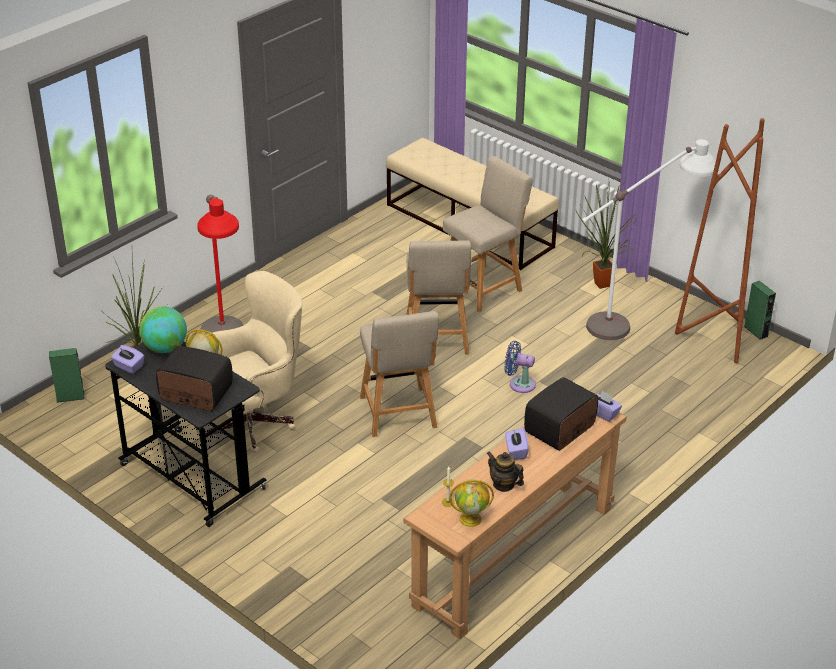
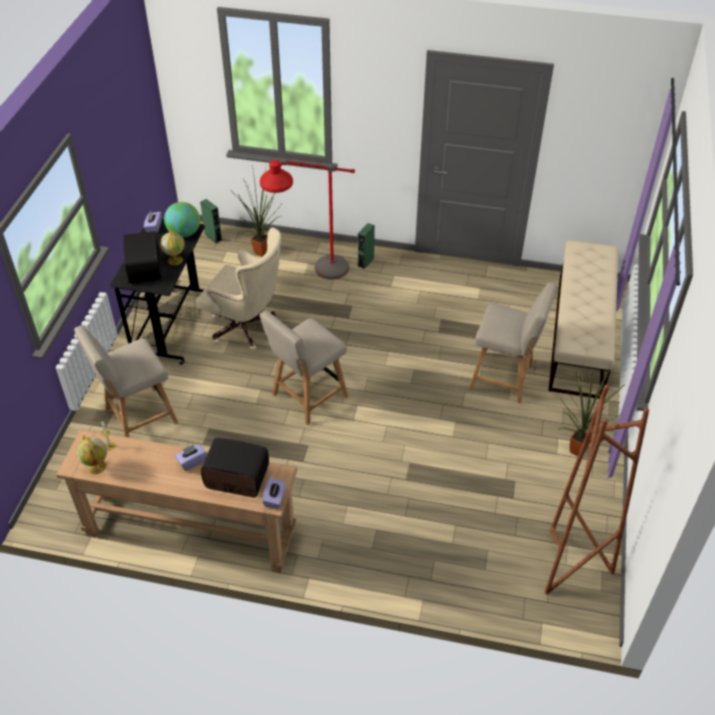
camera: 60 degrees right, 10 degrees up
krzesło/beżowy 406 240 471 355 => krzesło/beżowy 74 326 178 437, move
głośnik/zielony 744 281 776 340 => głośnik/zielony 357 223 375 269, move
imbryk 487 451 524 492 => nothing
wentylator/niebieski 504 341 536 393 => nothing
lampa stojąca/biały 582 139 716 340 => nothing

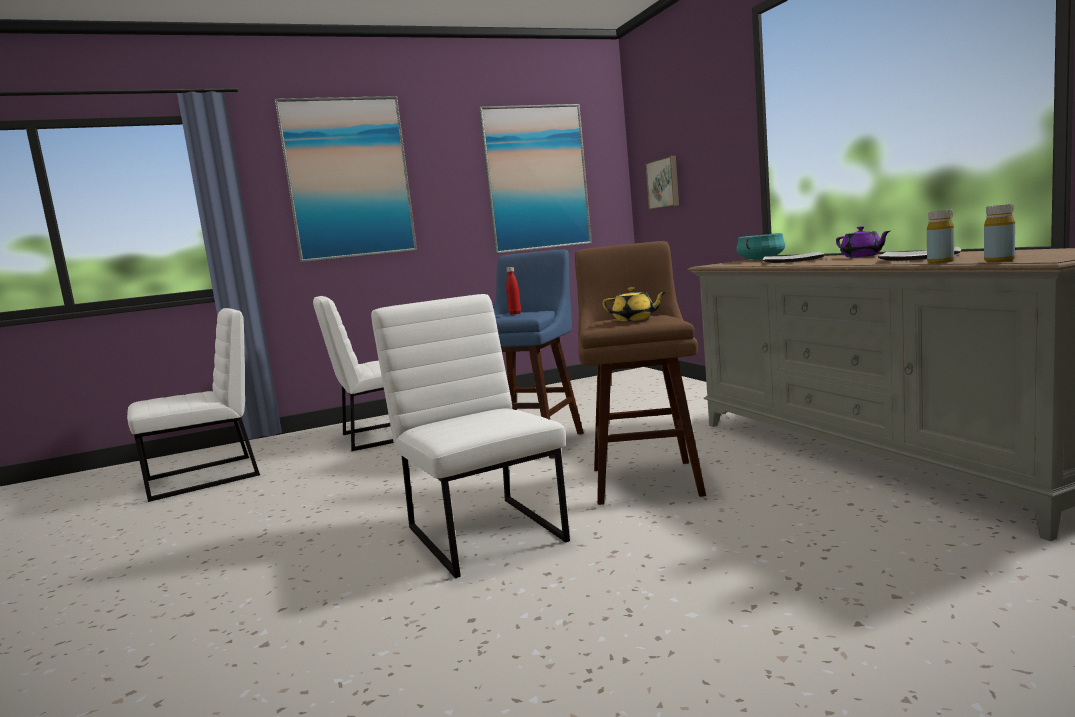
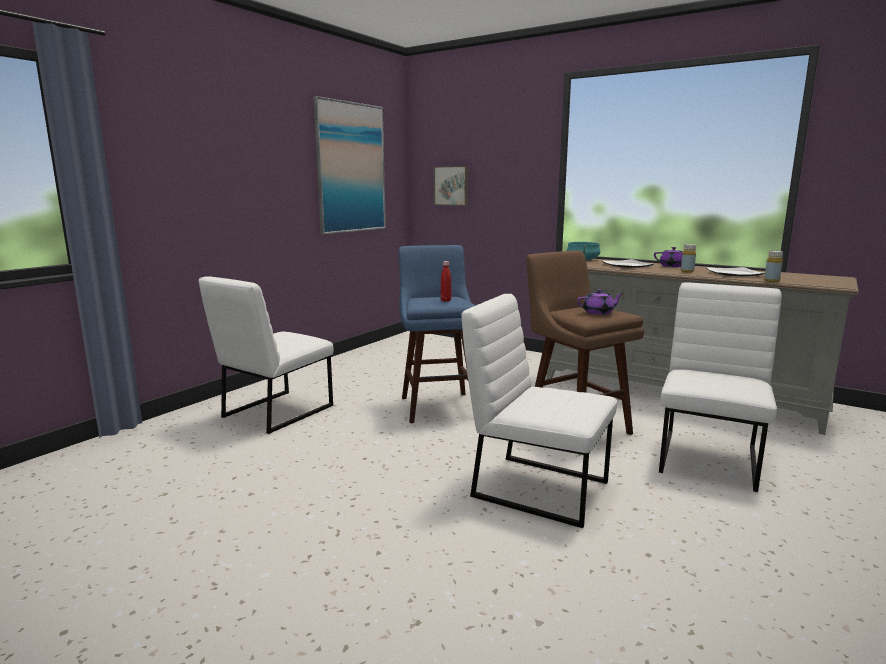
camera: 35 degrees left, 5 degrees up
imbryk/żółty 602 287 666 321 => imbryk/fioletowy 577 289 624 315
krzesło/biały 127 308 260 502 => krzesło/biały 659 282 782 492, move
butelka/żółty 984 204 1015 262 => butelka/żółty 681 244 696 272, move
obraz 275 96 417 262 => nothing

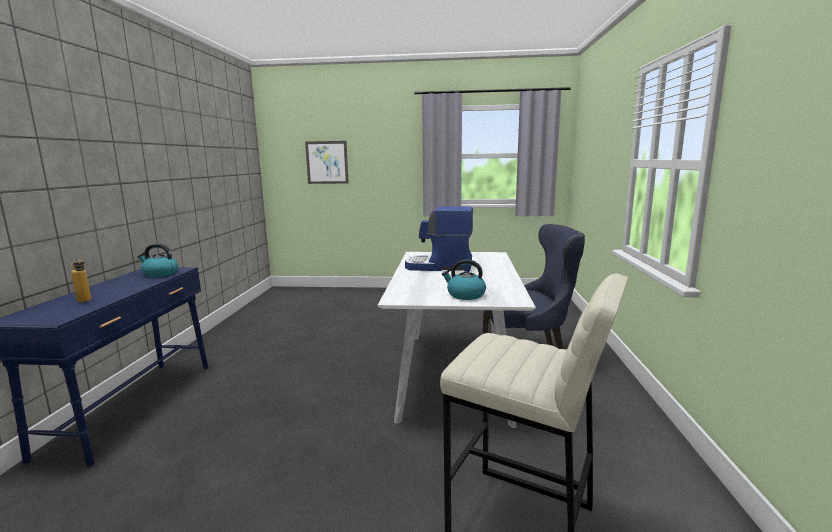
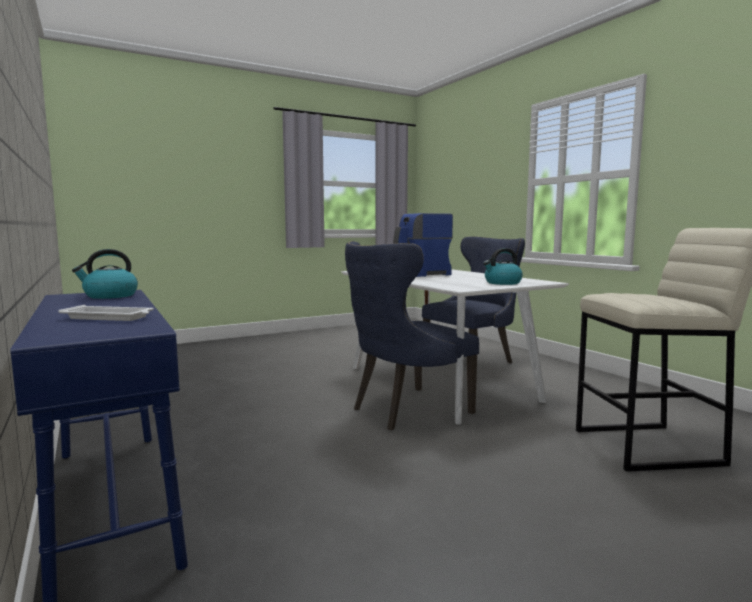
camera: 35 degrees left, 5 degrees down
butelka 71 256 91 302 => taca/biały 58 305 154 321
nothing => krzesło/niebieski 345 241 479 430
obraz 305 141 349 184 => nothing

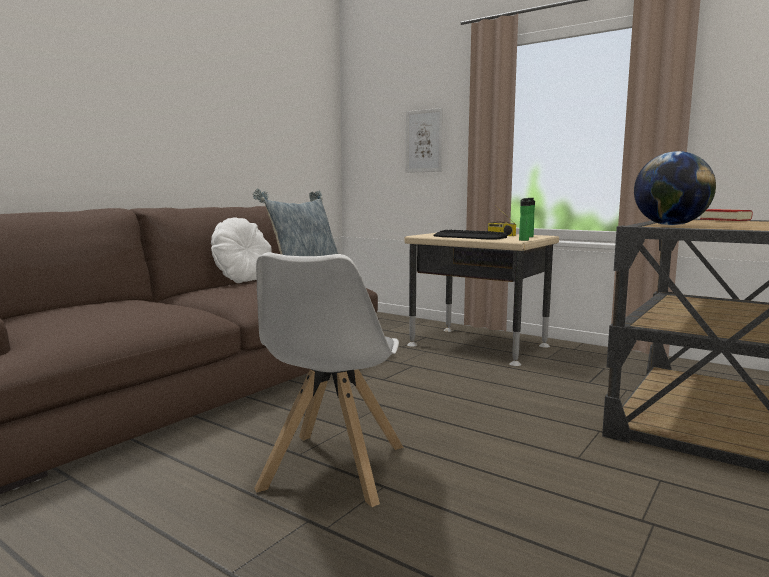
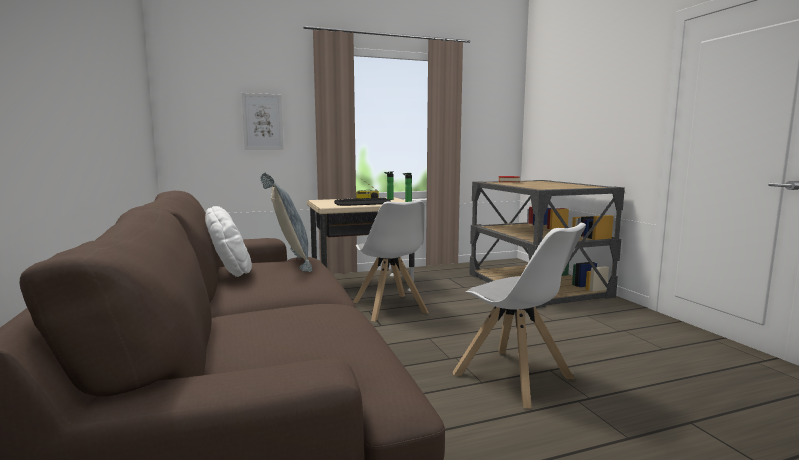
camera: 55 degrees left, 0 degrees up
nothing => krzesło 353 200 428 321
globus 634 151 716 225 => nothing

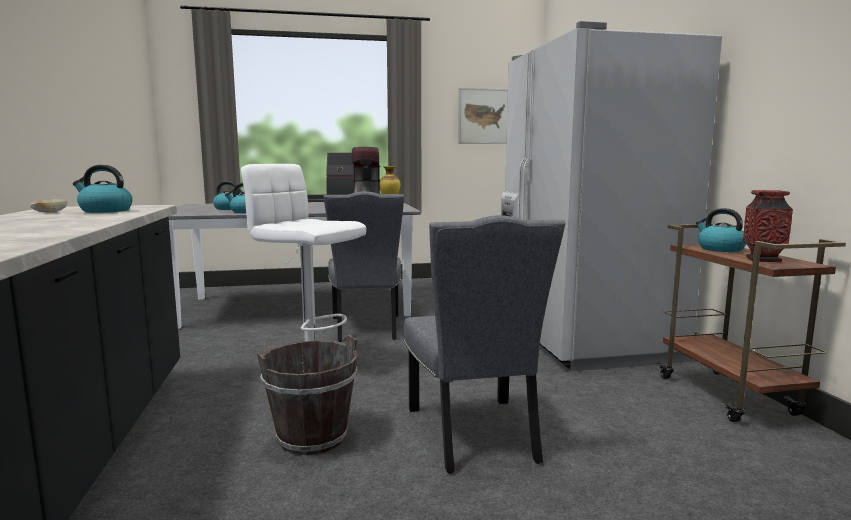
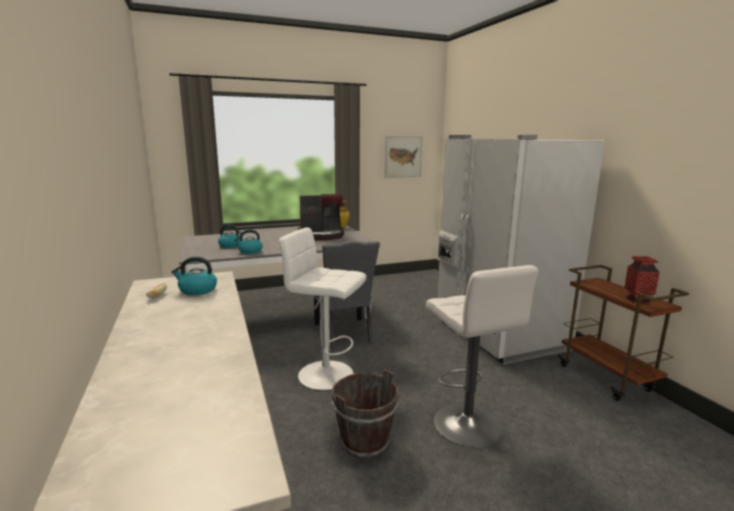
camera: 10 degrees left, 5 degrees up
krzesło/szary 404 215 566 474 => stołek/biały 426 265 539 447
czajnik 696 208 746 252 => nothing

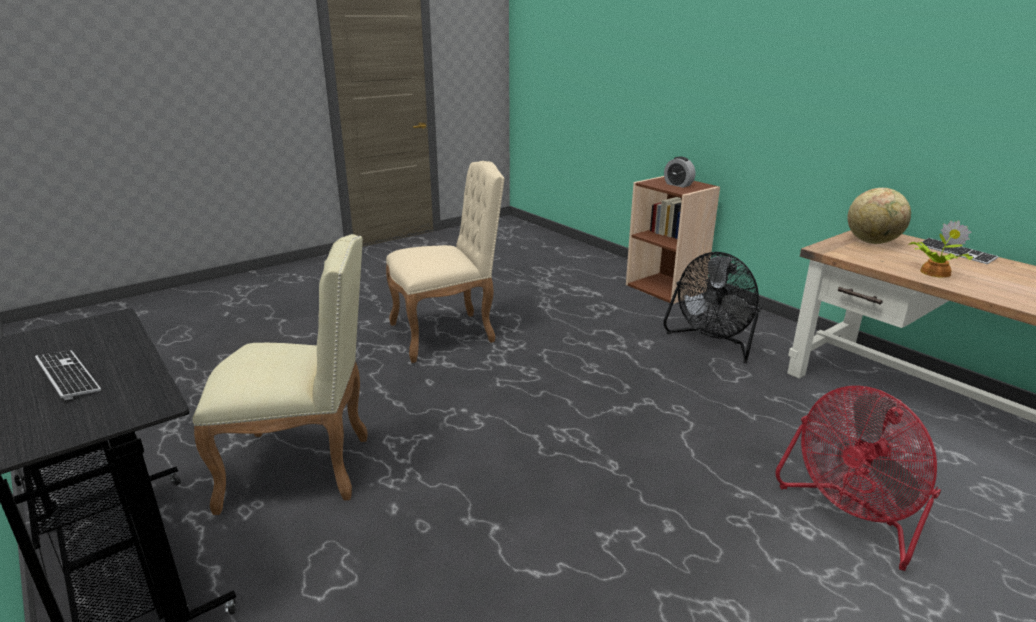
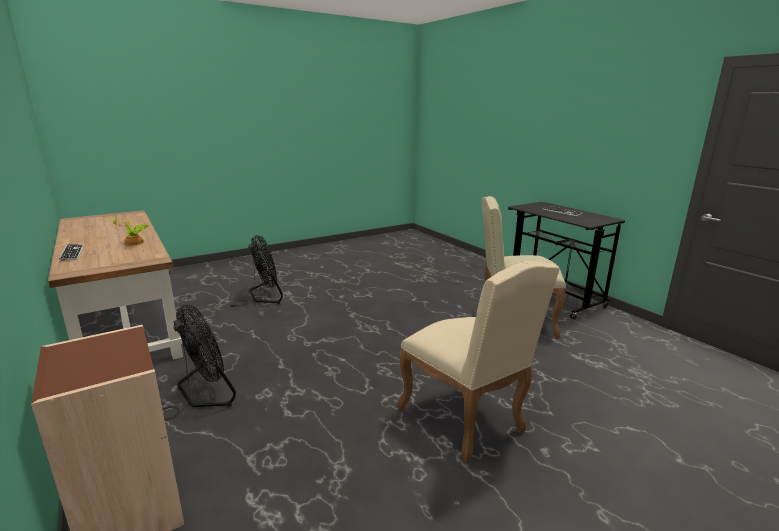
camera: 175 degrees left, 5 degrees down
wentylator/czerwony 775 386 941 571 => wentylator/czarny 229 235 283 307
krzesło/beżowy 386 161 504 363 => krzesło/beżowy 397 261 560 462, 105 degrees counterclockwise
budzik 664 156 695 188 => nothing
globus 847 188 911 244 => nothing

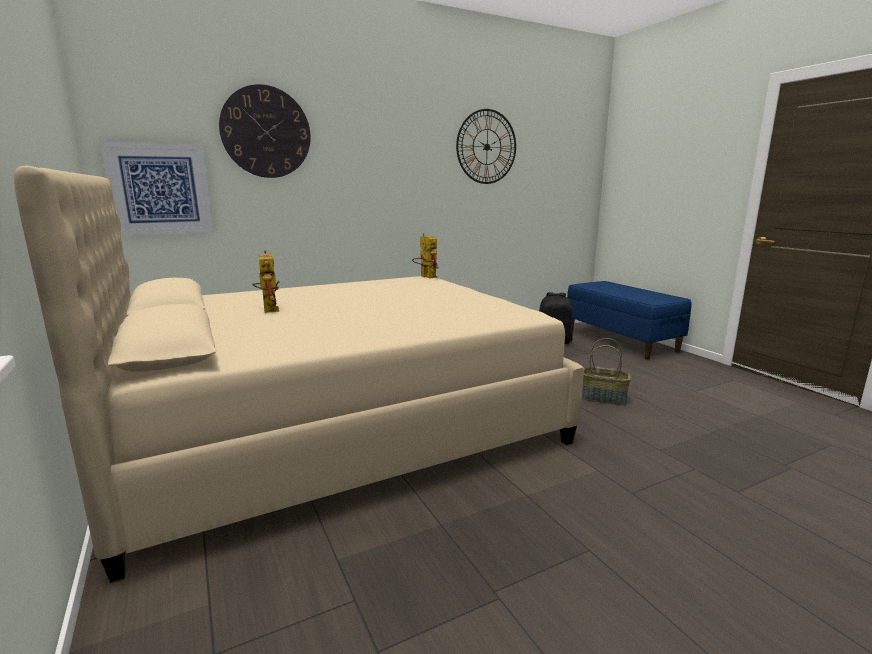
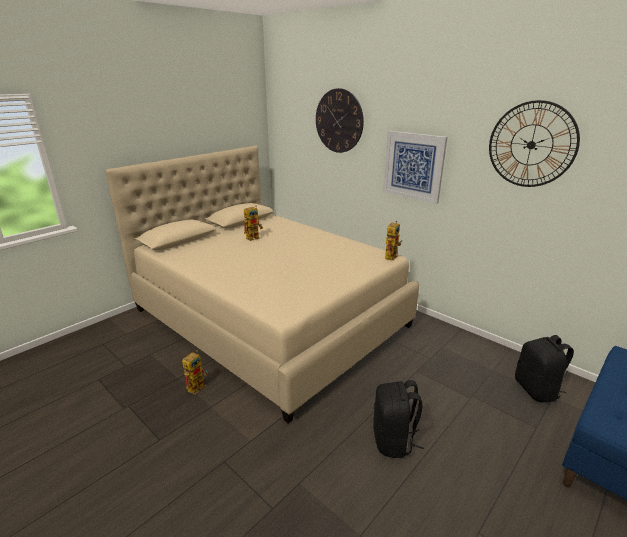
camera: 70 degrees right, 10 degrees up
nothing => robot zabawkowy 182 350 208 395
koszyk 582 338 631 405 => plecak/czarny 373 380 424 458
obraz 100 141 213 235 => obraz 383 131 447 204, move

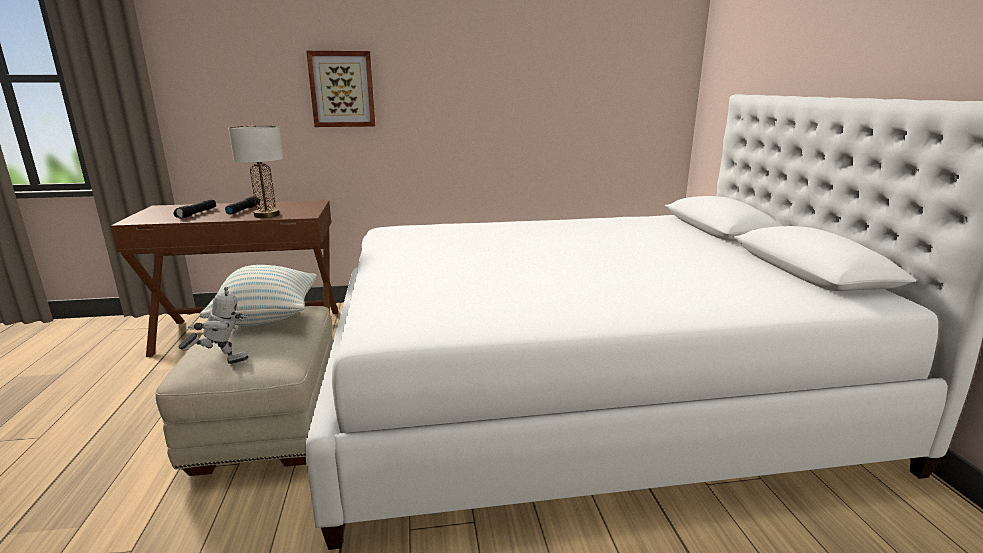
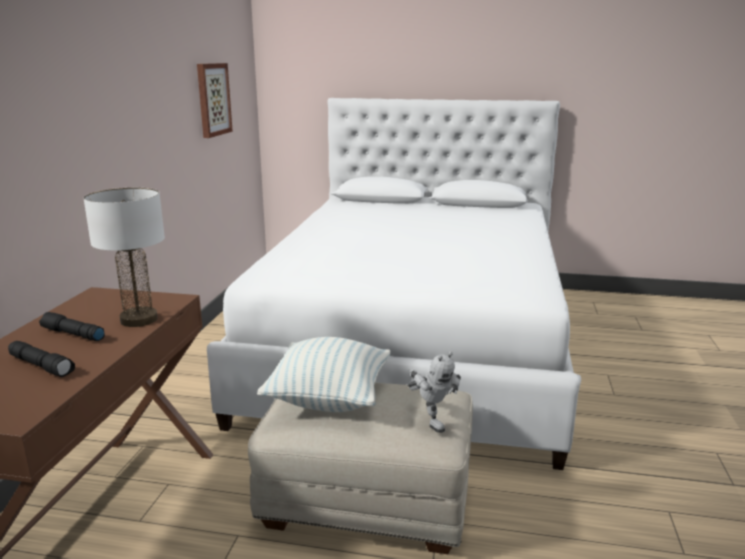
camera: 70 degrees left, 0 degrees up
obraz 306 51 375 127 => obraz 197 63 233 138, move
robot zabawkowy 179 287 248 364 => robot zabawkowy 407 352 461 433, 150 degrees clockwise

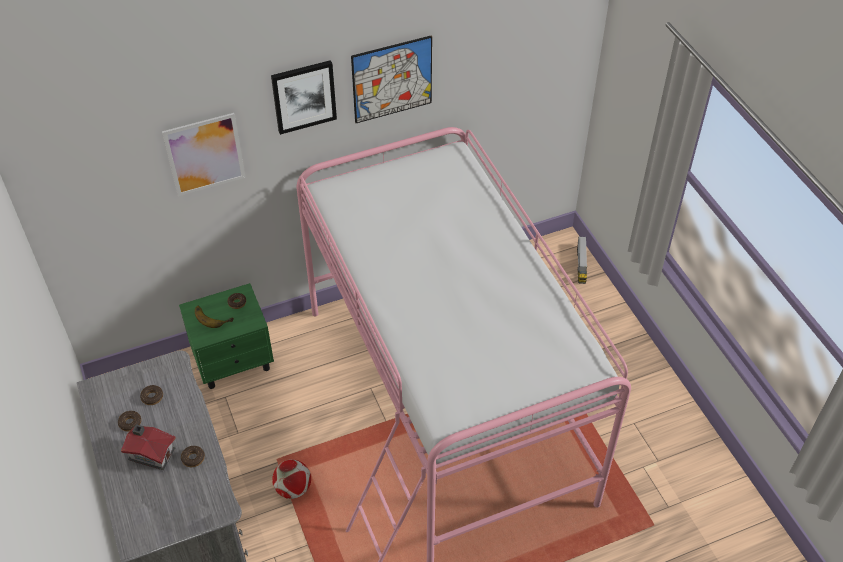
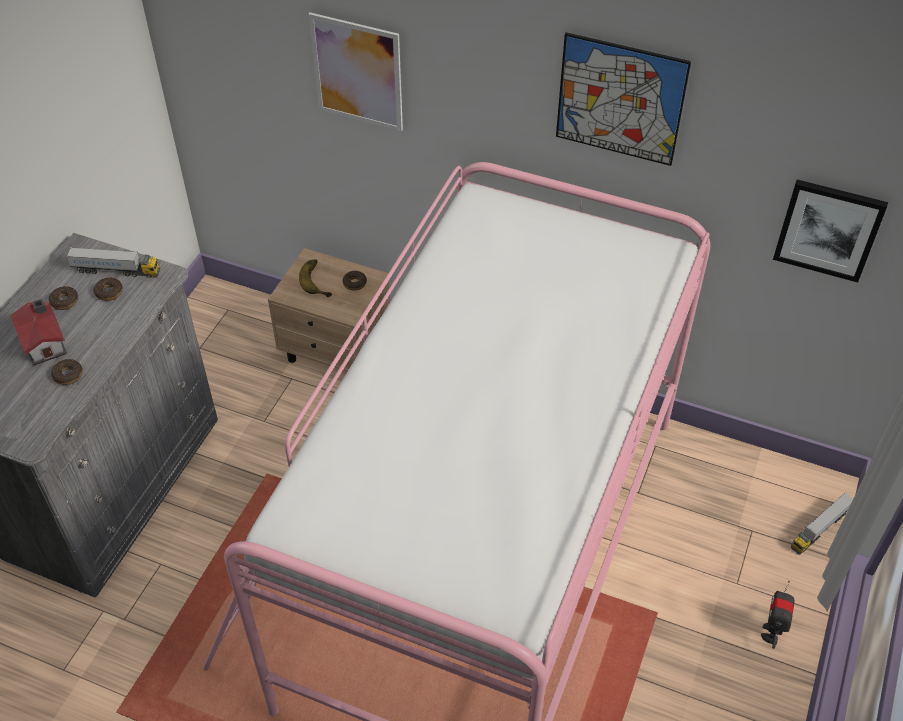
camera: 45 degrees right, 0 degrees up
nothing => ciężarówka zabawkowa 66 247 160 278
szafka nocna/zielony 179 283 274 389 => szafka nocna/beżowy 268 248 390 372
nothing => robot zabawkowy 761 581 795 649
obraz 271 60 337 135 => obraz 773 180 888 283, move
piłka futbolowa 272 460 311 499 => nothing

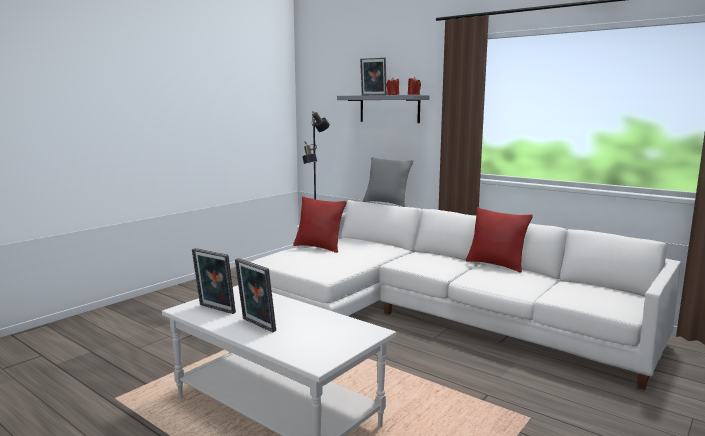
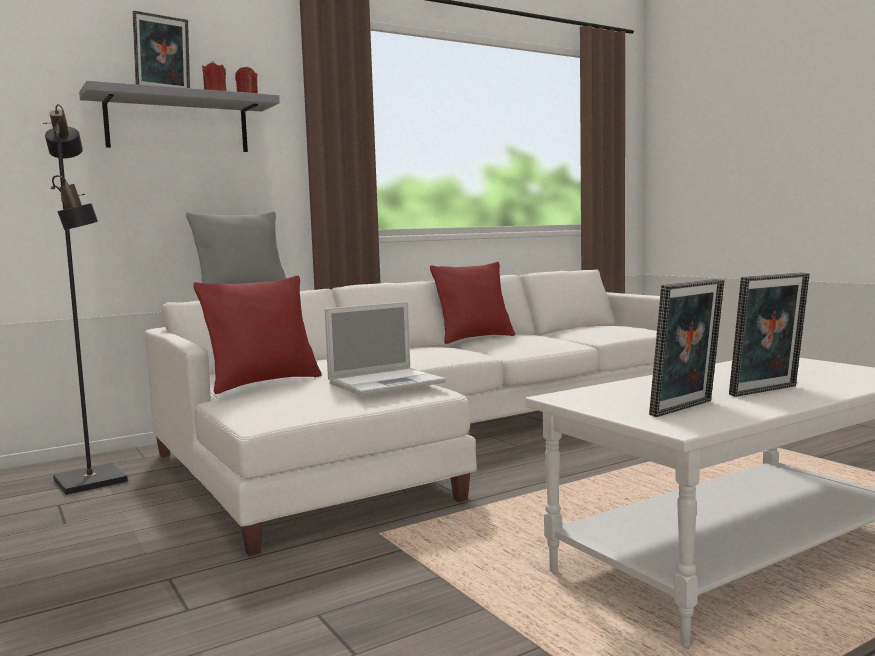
camera: 70 degrees left, 5 degrees down
nothing => laptop 325 302 446 396

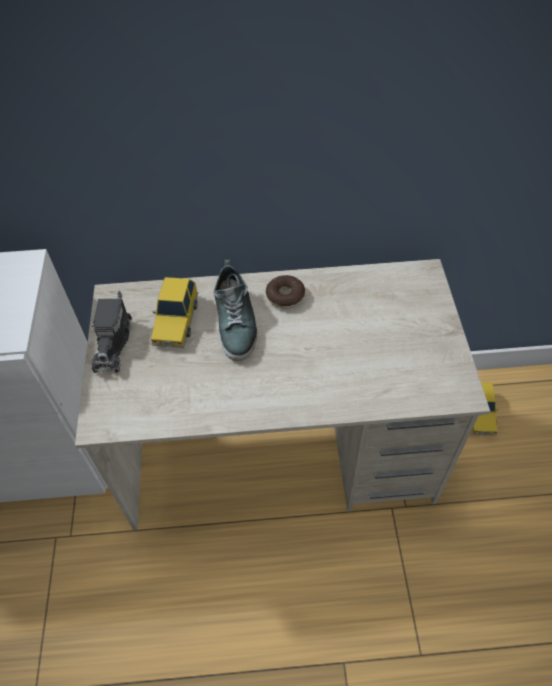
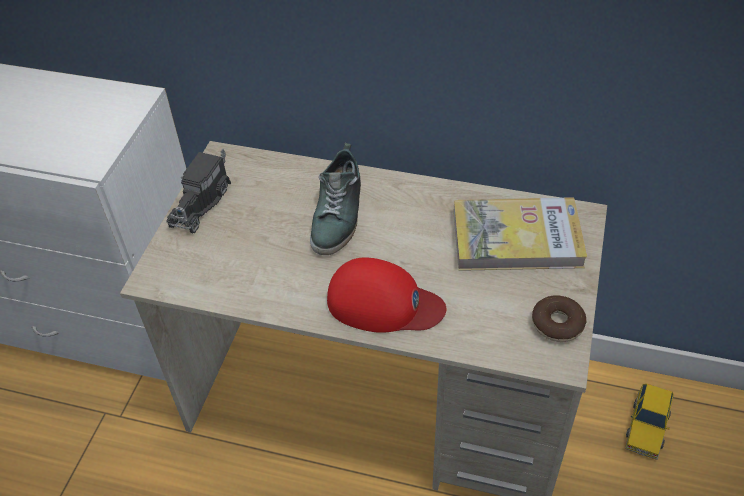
camera: 20 degrees right, 5 degrees down
nothing => czapka z daszkiem/czerwony 327 257 446 333
nothing => książka 453 197 587 271
donut 266 275 305 309 => donut 532 295 586 342, move
samochodzik 151 277 198 348 => nothing

